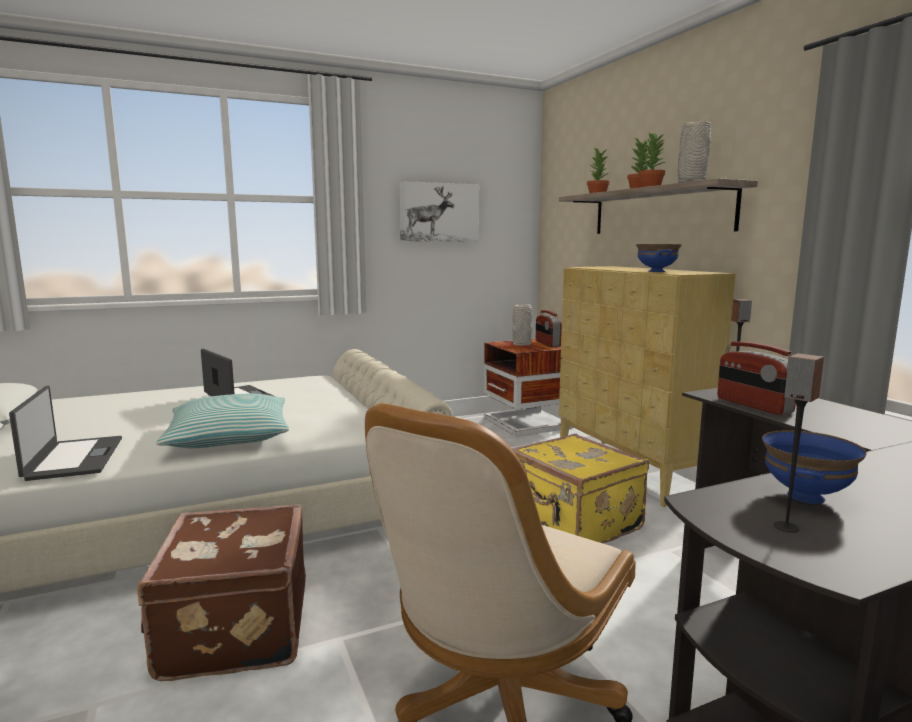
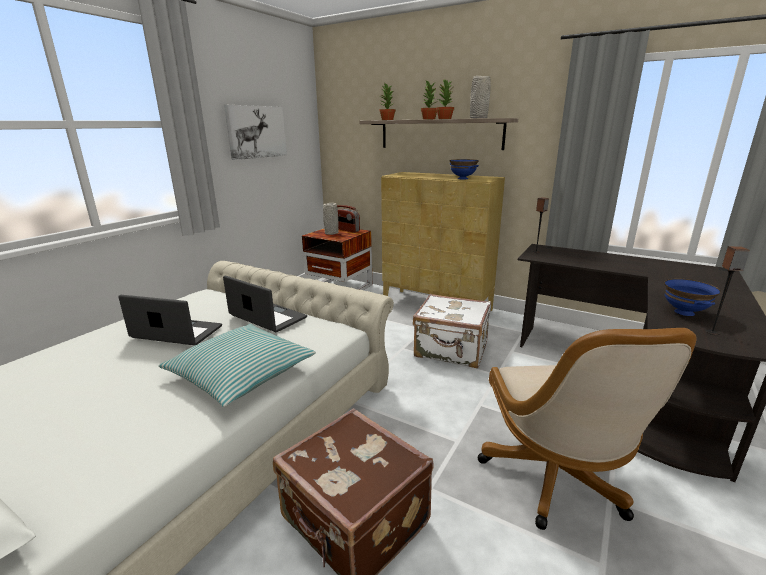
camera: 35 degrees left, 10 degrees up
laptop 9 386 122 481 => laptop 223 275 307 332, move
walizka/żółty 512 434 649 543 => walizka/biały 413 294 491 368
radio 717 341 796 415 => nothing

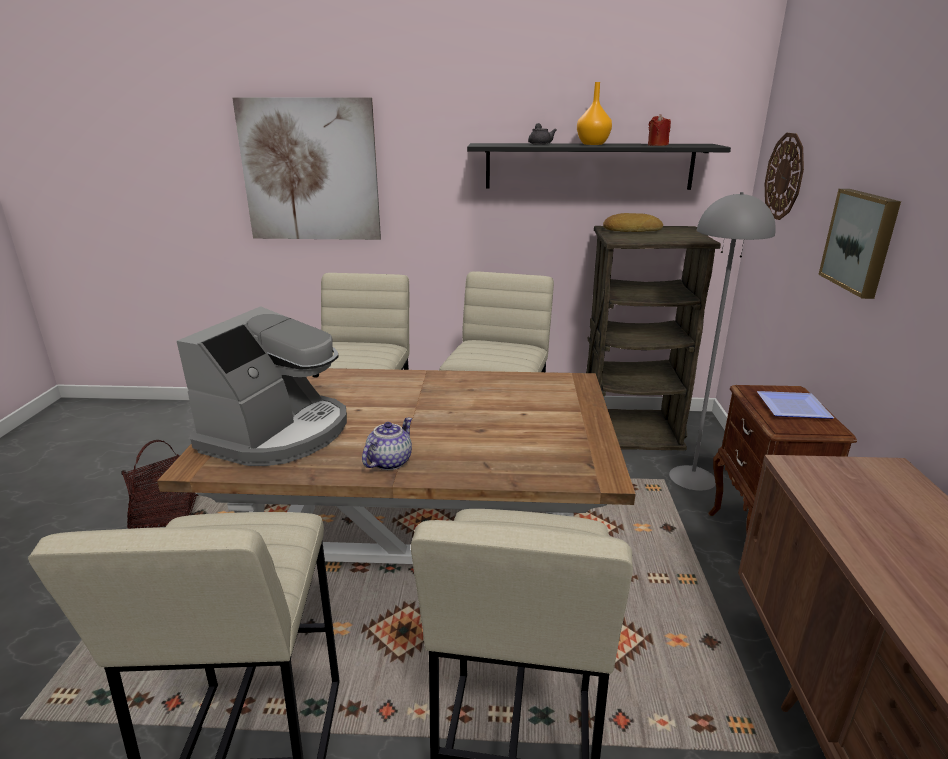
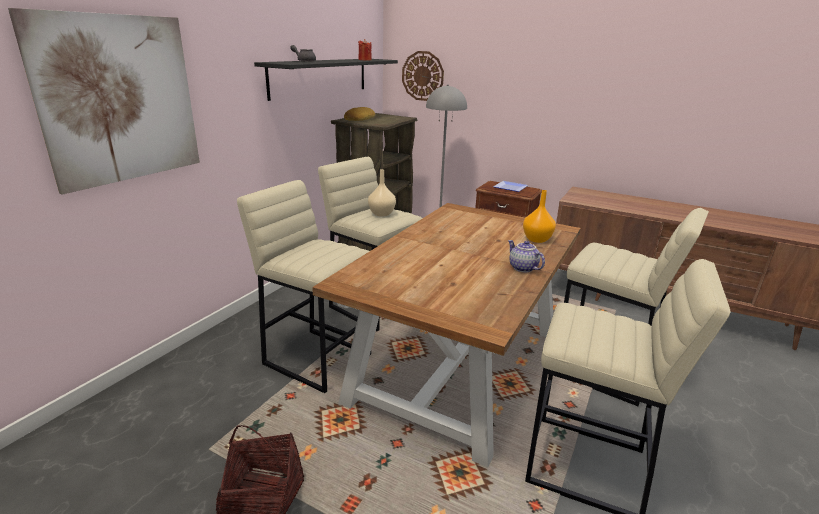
camera: 65 degrees left, 0 degrees up
nothing => wazon/beżowy 368 169 396 216
wazon/pomarańczowy 577 82 612 145 => wazon/pomarańczowy 523 190 556 243, move
ekspres do kawy 177 306 347 466 => nothing
obraz 818 189 901 299 => nothing

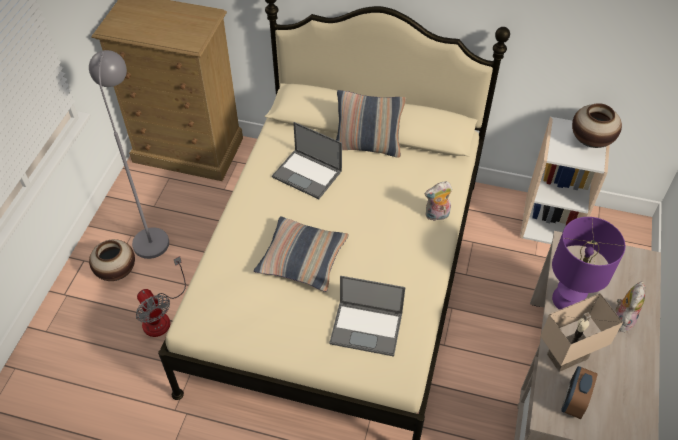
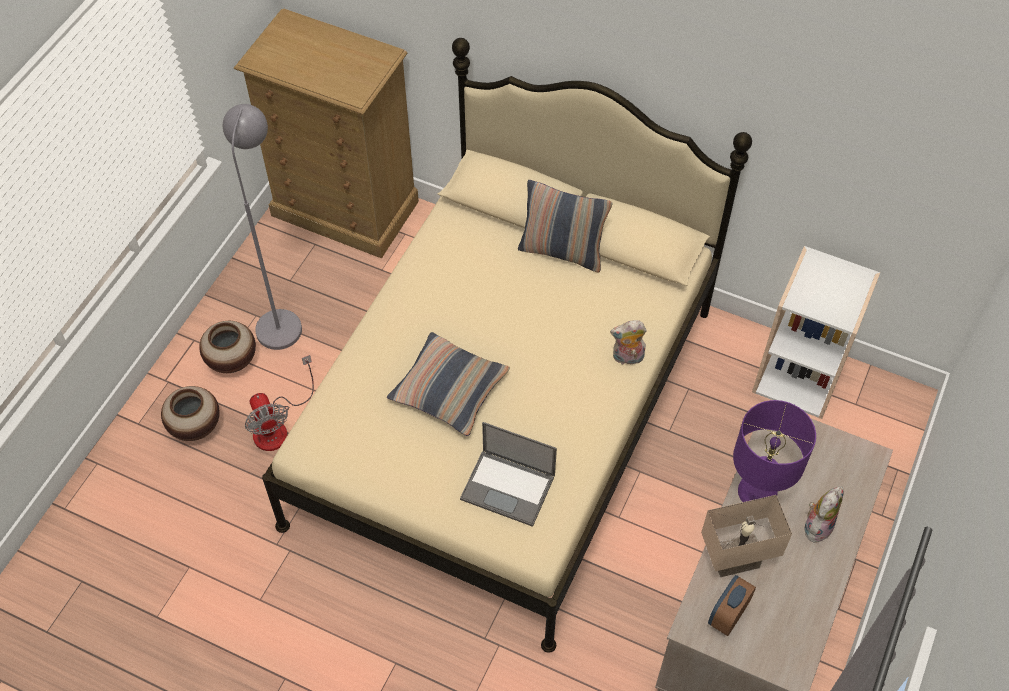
camera: 10 degrees right, 5 degrees up
wazon 572 103 622 148 => wazon 161 386 220 441, move
laptop 272 122 342 199 => nothing

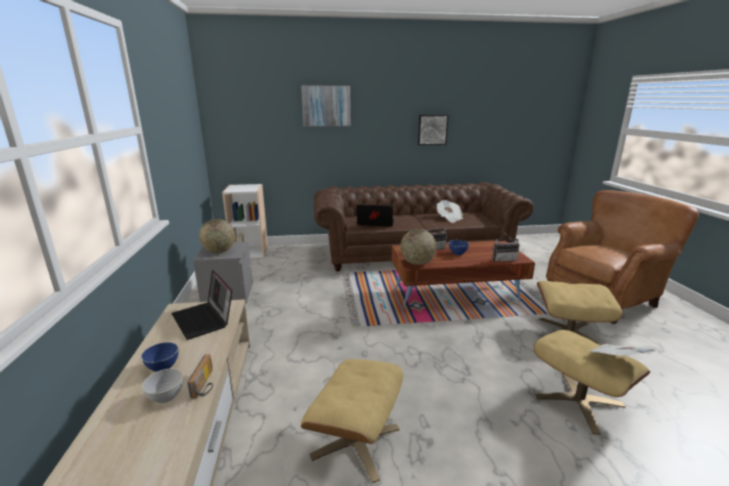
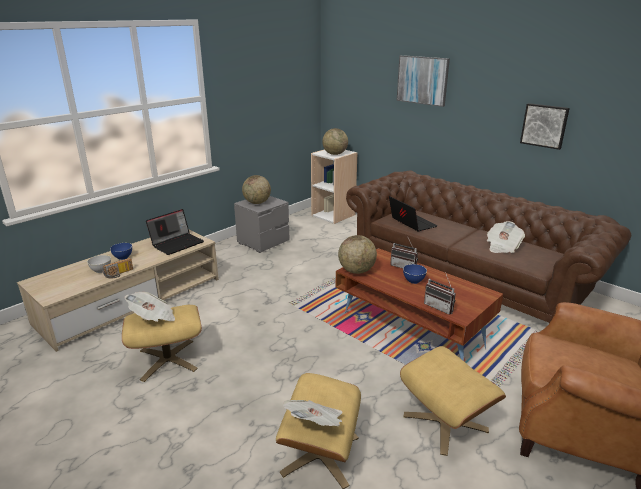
camera: 50 degrees right, 5 degrees up
nothing => gazeta 125 292 175 322
laptop 171 270 232 340 => laptop 146 209 204 255, 150 degrees counterclockwise
nothing => globus 322 128 348 155

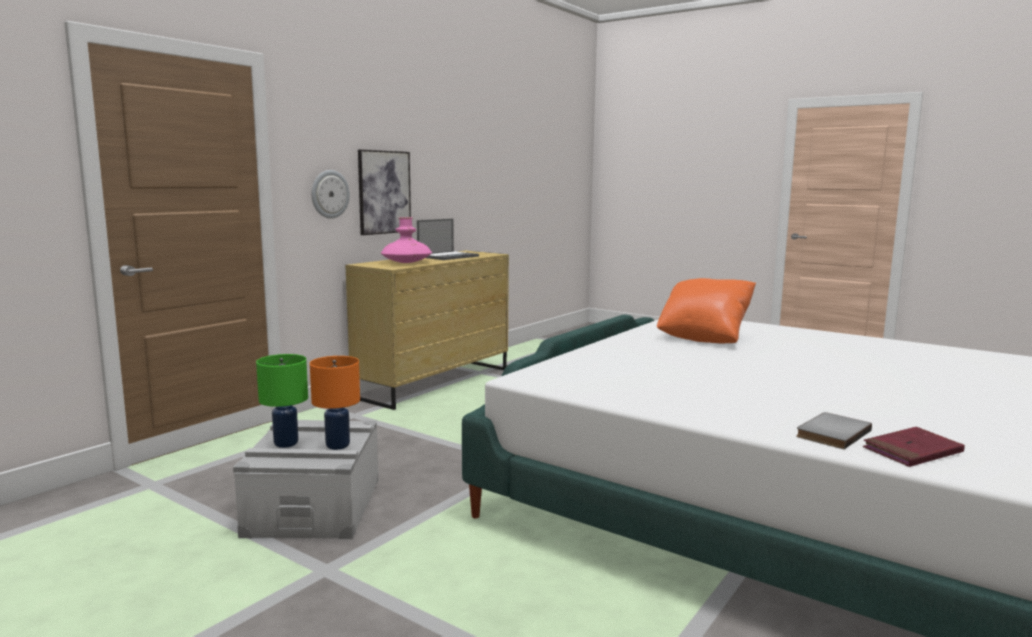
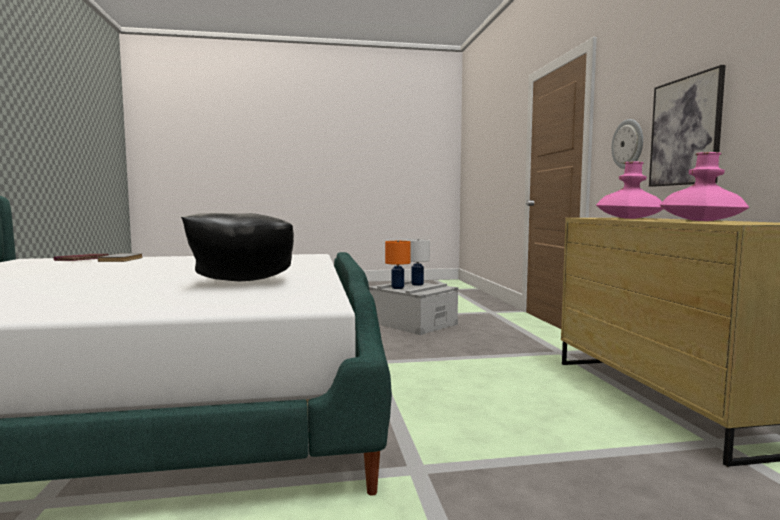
camera: 135 degrees right, 5 degrees down
poduszka/pomarańczowy 657 278 756 343 => poduszka/czarny 181 213 294 281
lampa stołowa/zielony 256 354 308 448 => lampa stołowa/biały 406 239 430 286
laptop 417 219 479 260 => wazon/różowy 660 152 749 221

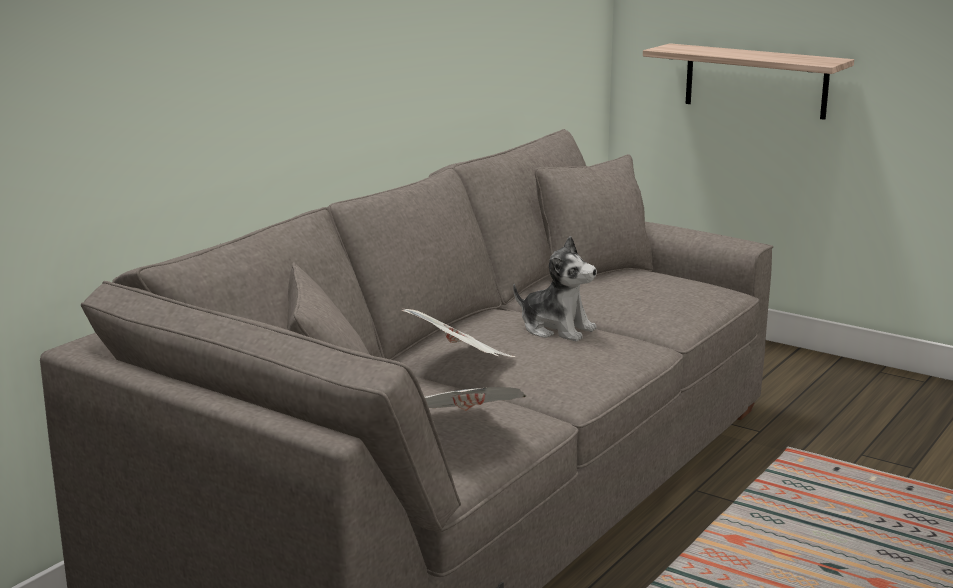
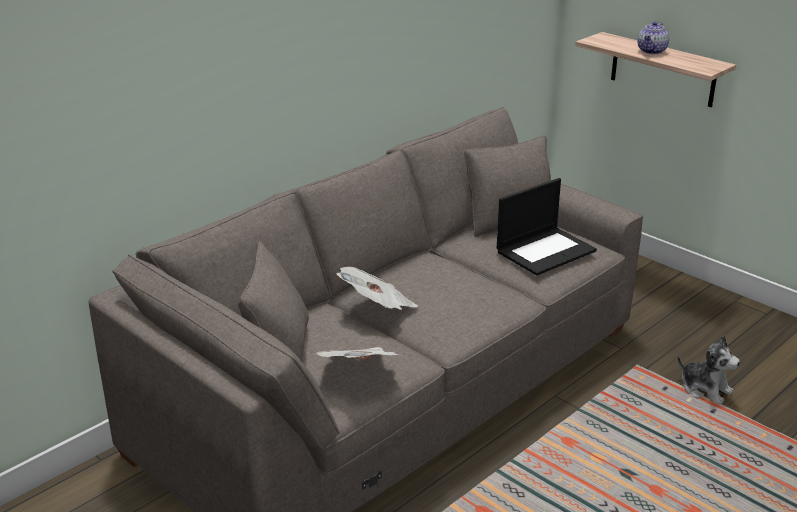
camera: 10 degrees right, 10 degrees up
nothing => laptop 497 178 597 276
nothing => imbryk 637 21 669 54
pluszak 513 236 597 342 => pluszak 677 335 740 405, move

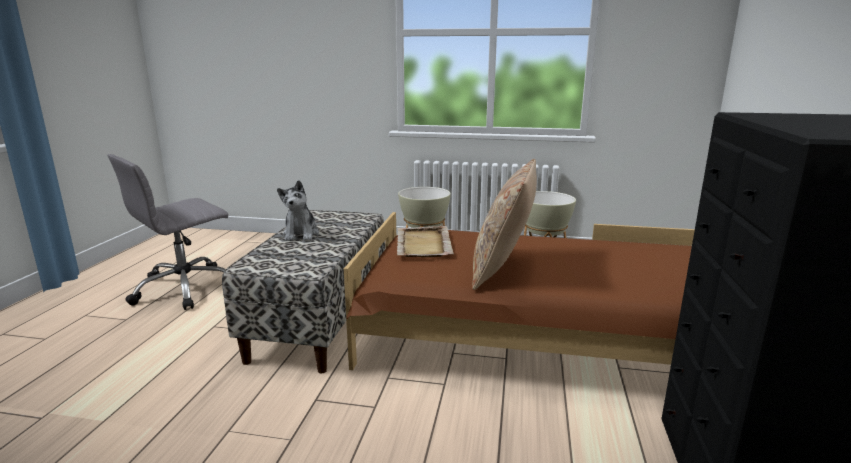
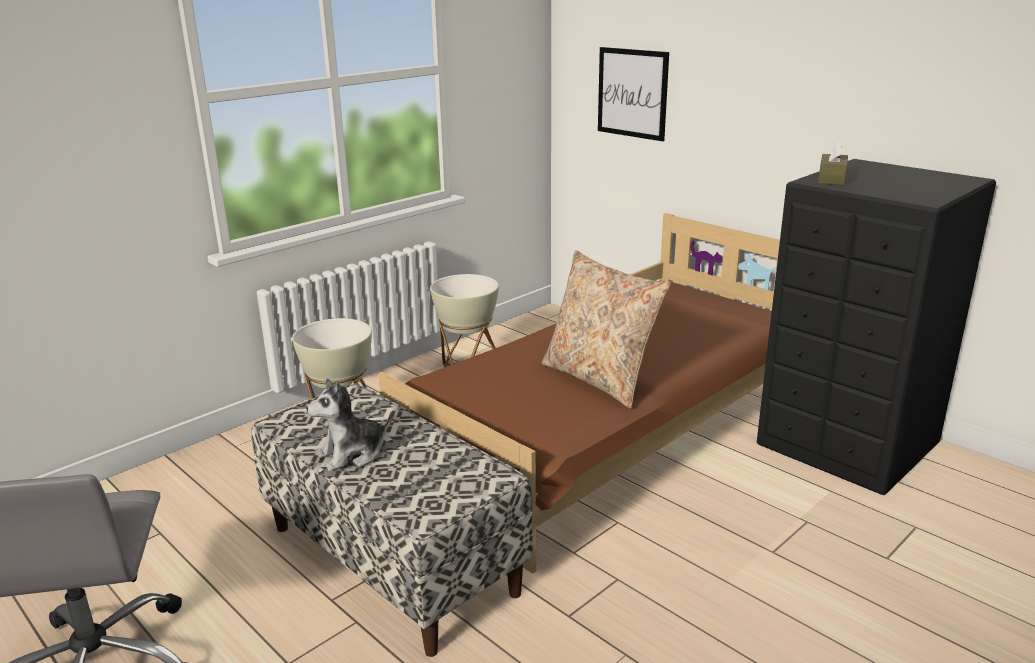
camera: 55 degrees left, 5 degrees up
pluszak 277 180 319 241 => pluszak 306 378 392 471, 120 degrees clockwise
nothing => obraz 598 47 669 141
nothing => pudełko chusteczek/brązowy 818 139 848 185
taca/beżowy 397 225 454 257 => nothing

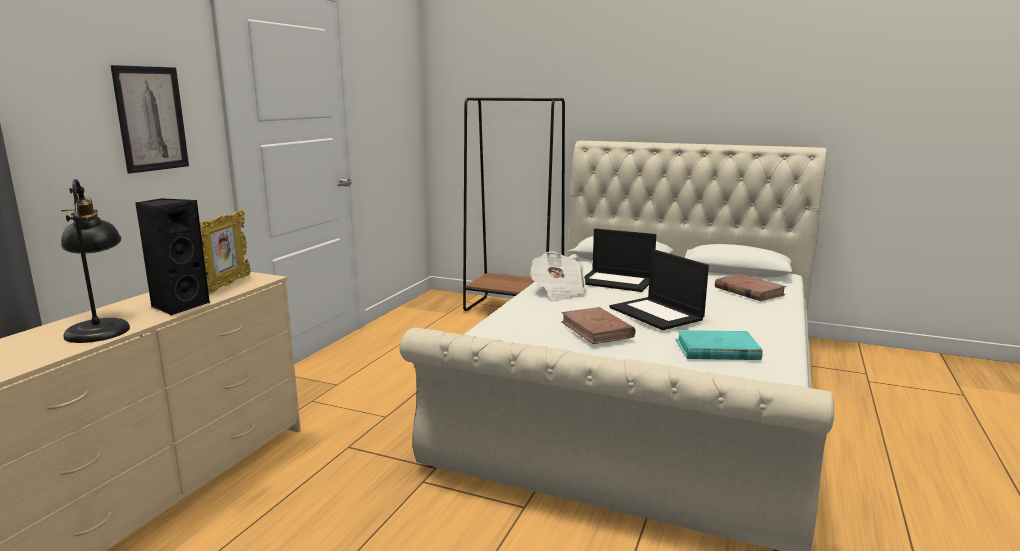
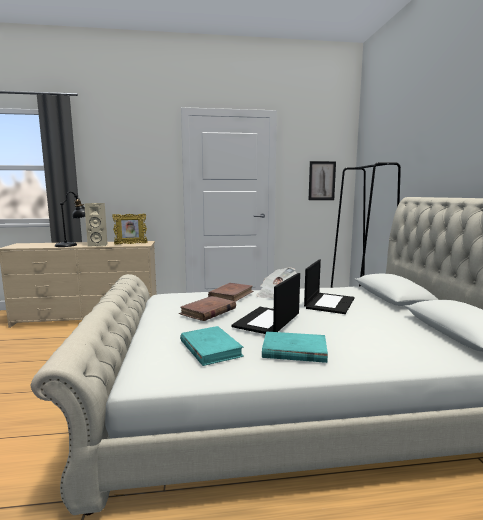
camera: 60 degrees right, 5 degrees down
głośnik/czarny 135 198 211 315 => głośnik/beżowy 84 203 107 247
książka/brązowy 715 274 786 301 => książka/brązowy 208 283 253 302, move
nothing => książka/turkusowy 262 331 328 363
laptop 584 228 656 292 => laptop 304 260 354 314, 150 degrees counterclockwise
obraz 110 65 189 174 => obraz 309 161 336 200, move

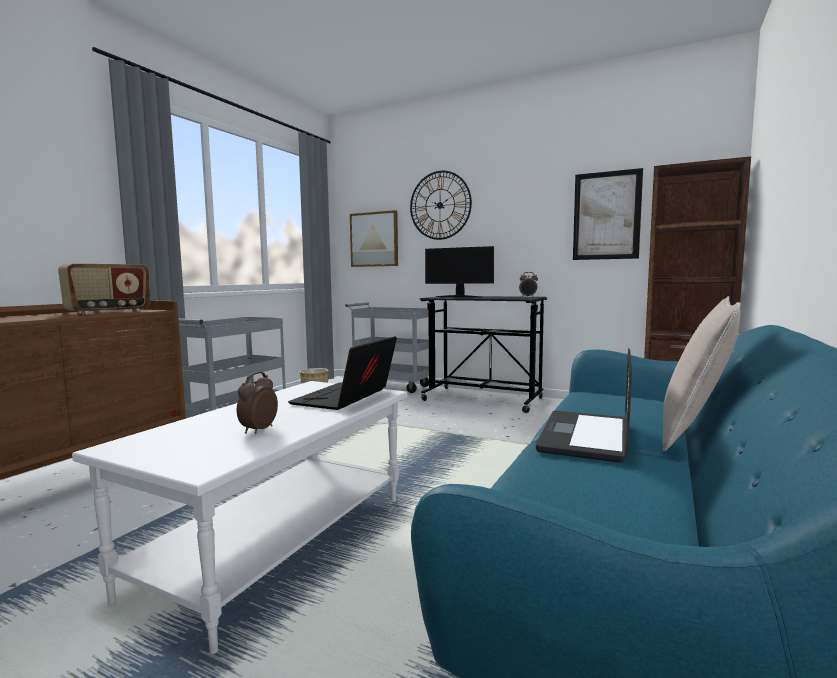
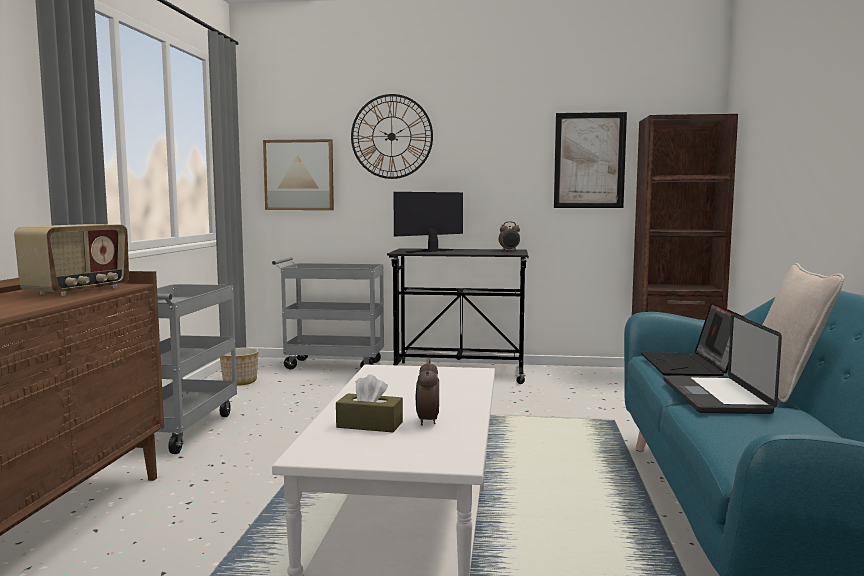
camera: 20 degrees left, 0 degrees up
nothing => pudełko chusteczek/brązowy 336 374 403 432
monitor 425 246 494 298 => monitor 394 192 463 253, 135 degrees clockwise
laptop 288 336 397 410 => laptop 641 302 745 376, move

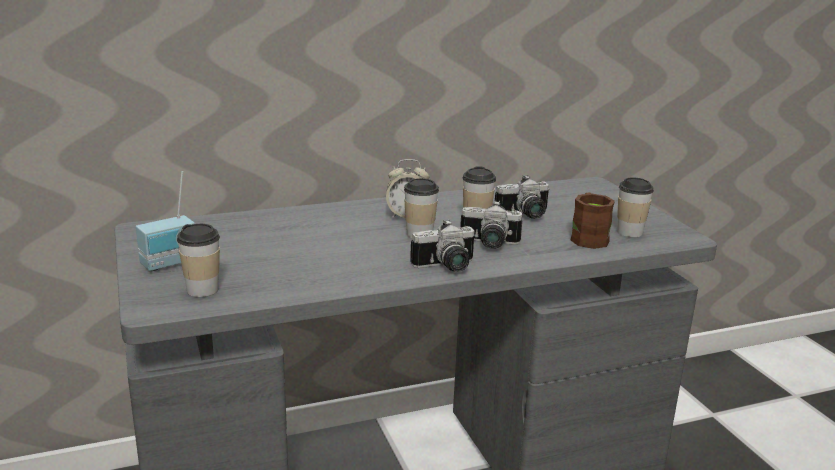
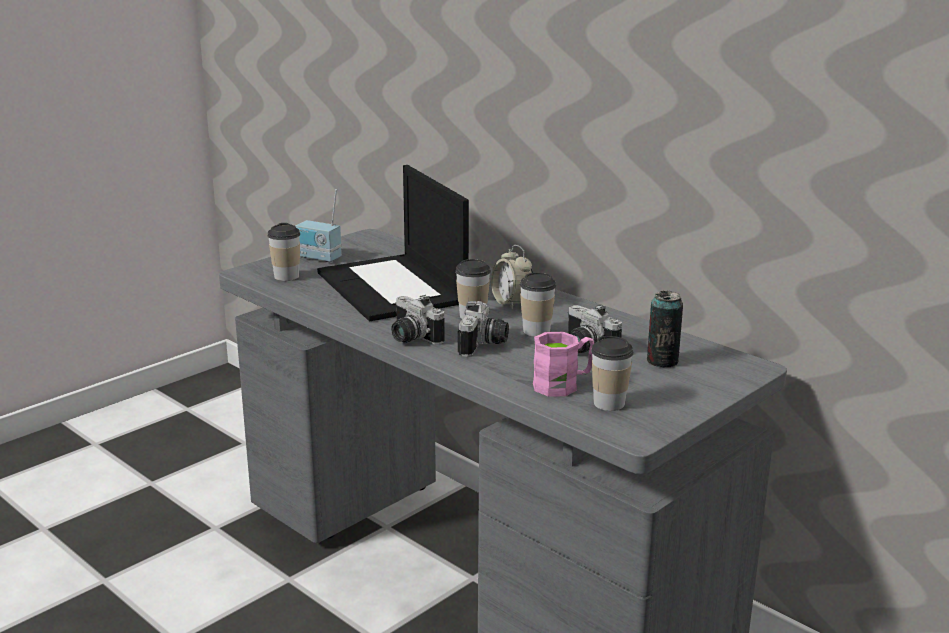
camera: 65 degrees right, 0 degrees up
nothing => laptop 317 165 469 321
aparat fotograficzny 460 200 522 249 => aparat fotograficzny 458 301 509 357, 150 degrees counterclockwise
kubek/brązowy 571 192 615 249 => kubek/różowy 533 332 594 397
nothing => puszka 647 291 683 367

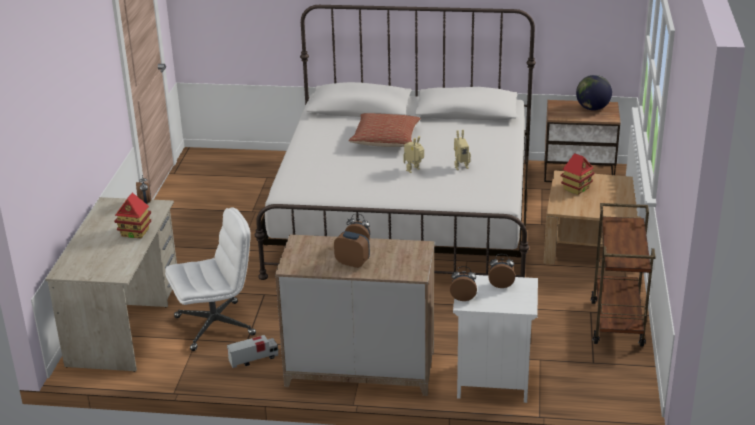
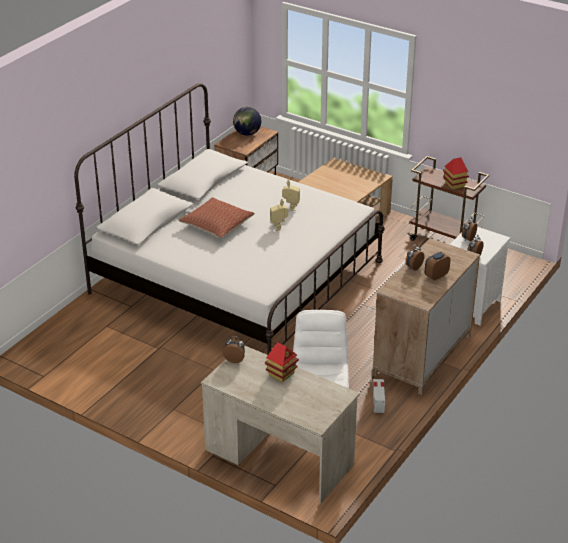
camera: 65 degrees left, 5 degrees up
domek 561 153 594 195 => domek 443 157 469 190, move

